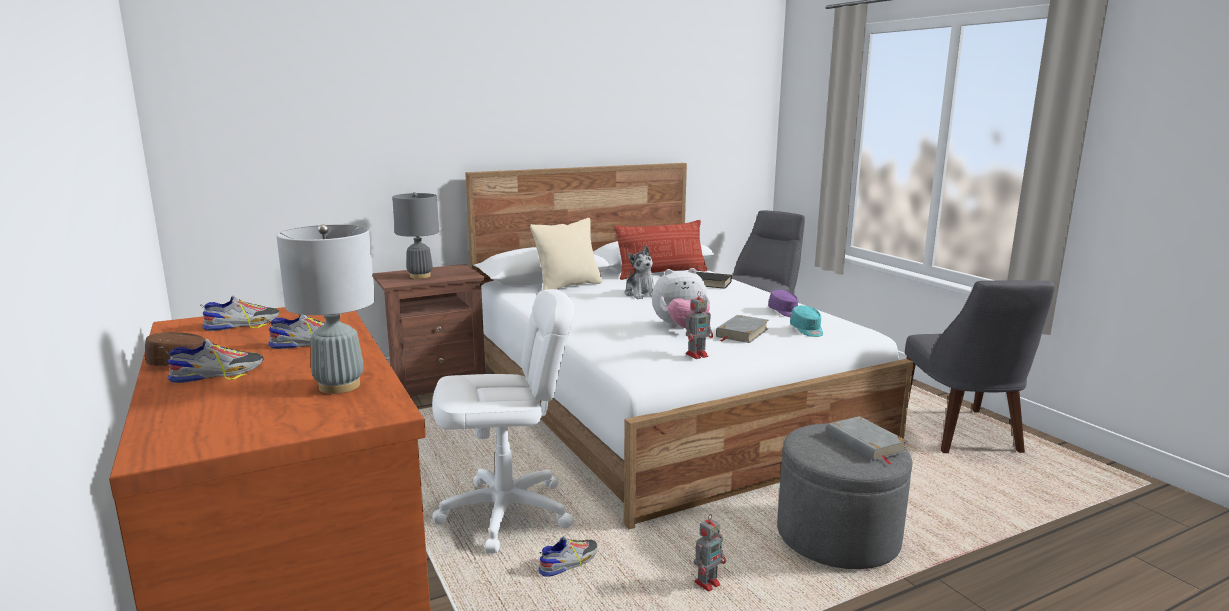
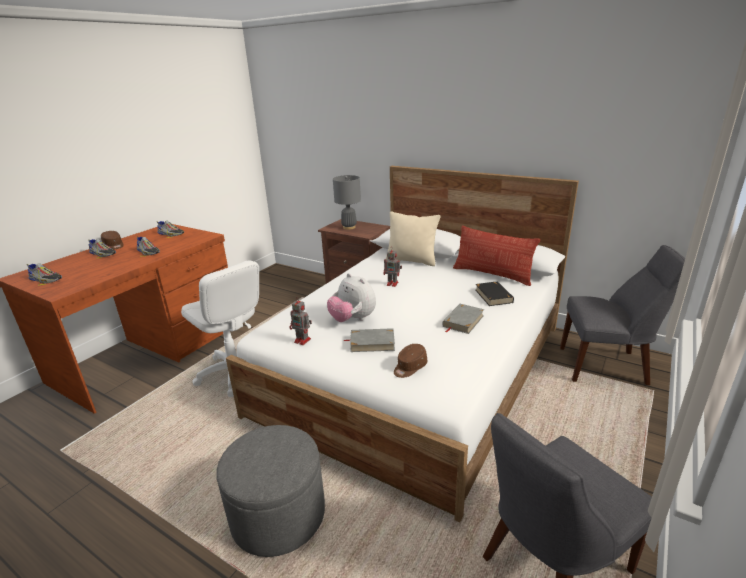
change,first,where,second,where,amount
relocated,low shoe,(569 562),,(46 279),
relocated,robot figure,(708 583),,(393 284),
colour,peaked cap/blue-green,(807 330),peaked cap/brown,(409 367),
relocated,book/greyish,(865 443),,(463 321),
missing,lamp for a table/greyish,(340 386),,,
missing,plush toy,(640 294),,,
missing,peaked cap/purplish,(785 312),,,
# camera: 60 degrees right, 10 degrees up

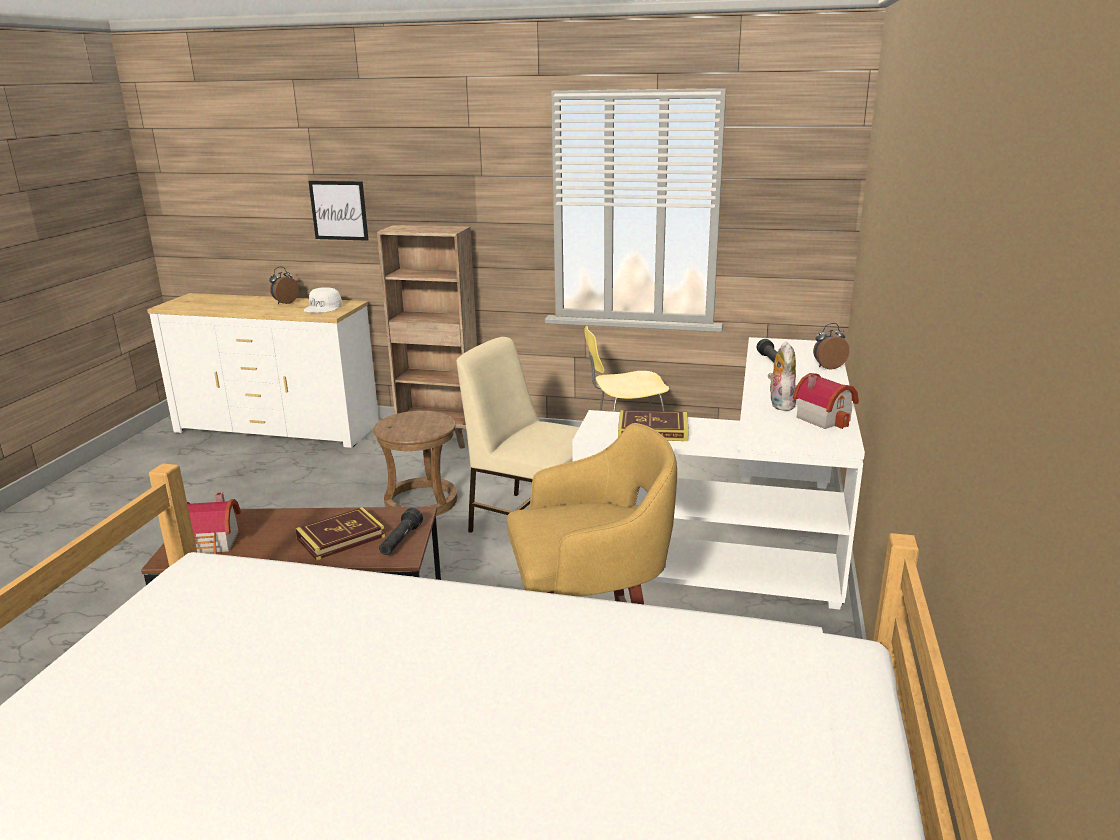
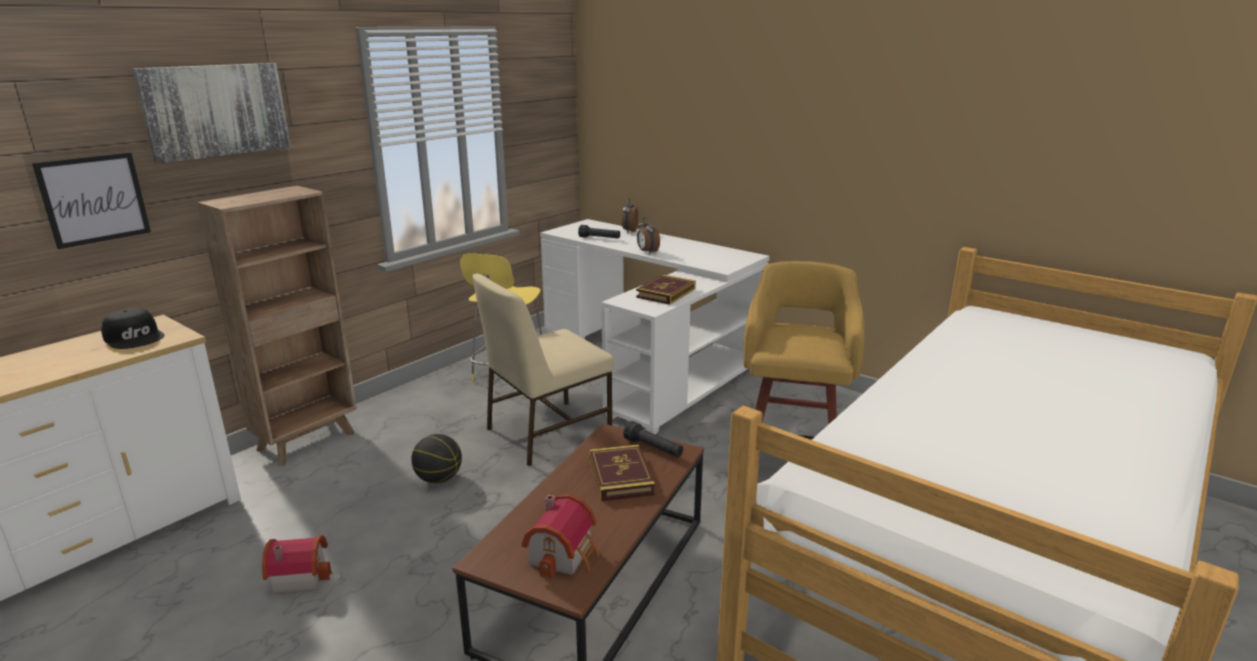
change,first,where,second,where,amount
colour,peaked cap/white,(324 307),peaked cap/blackish,(135 337),
appeared,,,picture,(216 110),
relocated,miniature house,(824 418),,(299 576),
exchanged,stool seat/brown,(421 501),basketball ball,(439 479),
relocated,bedside clock,(285 302),,(647 252),
missing,plush toy,(780 404),,,
# camera: 65 degrees left, 0 degrees up

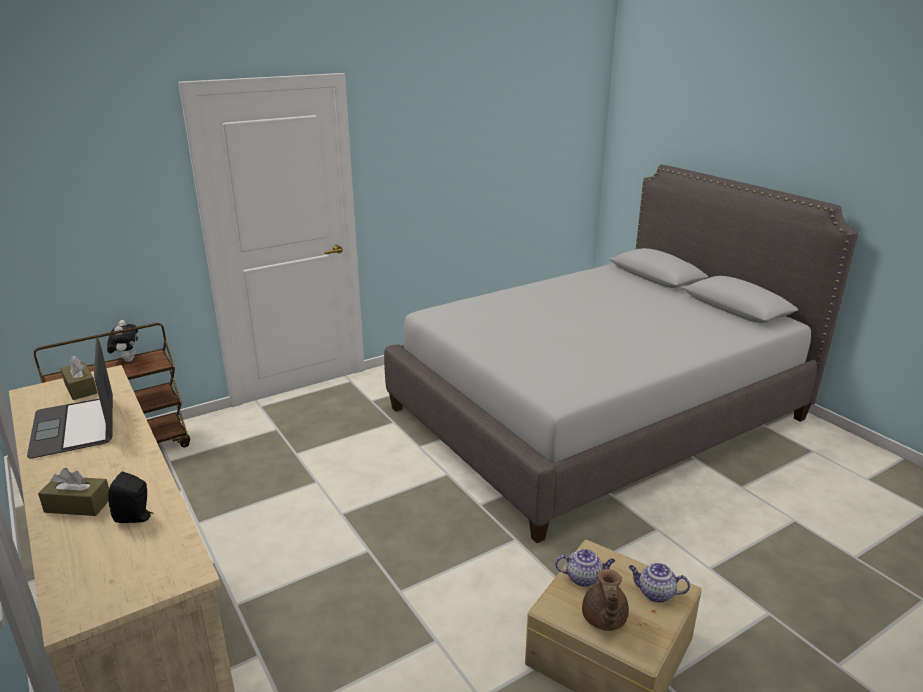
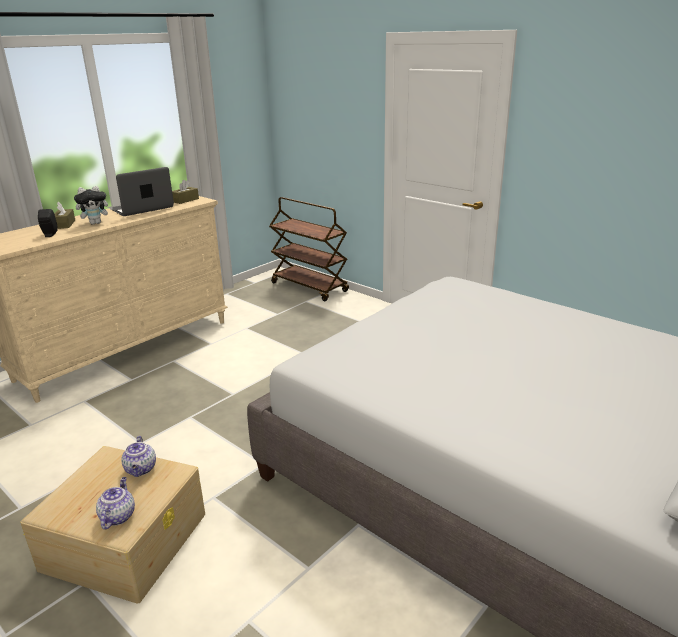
change,first,where,second,where,amount
relocated,plush toy,(127 360),,(96 223),
missing,tea pot/brown,(603 619),,,
# camera: 75 degrees right, 0 degrees up

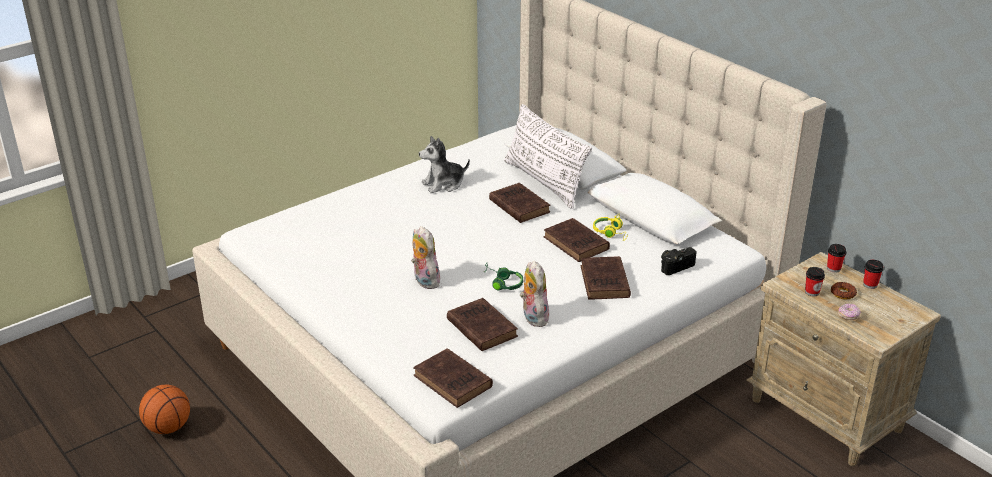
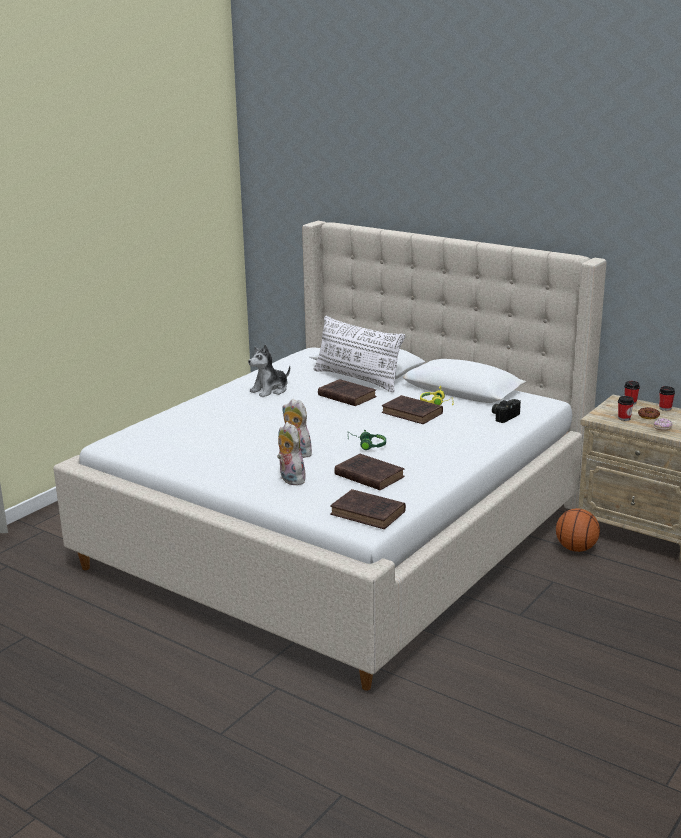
change,first,where,second,where,amount
relocated,plush toy,(533 317),,(290 479),
relocated,basketball ball,(168 427),,(576 548),
missing,book/brown,(605 282),,,
# camera: 15 degrees left, 10 degrees down

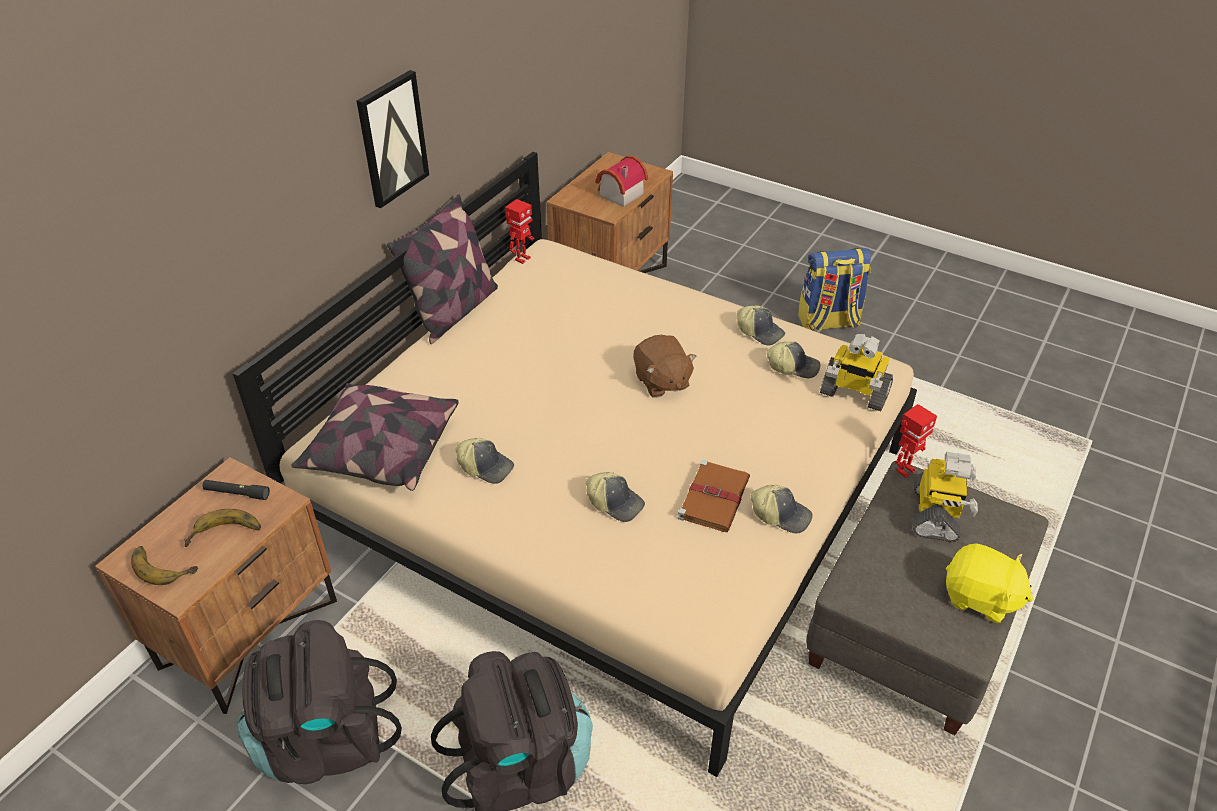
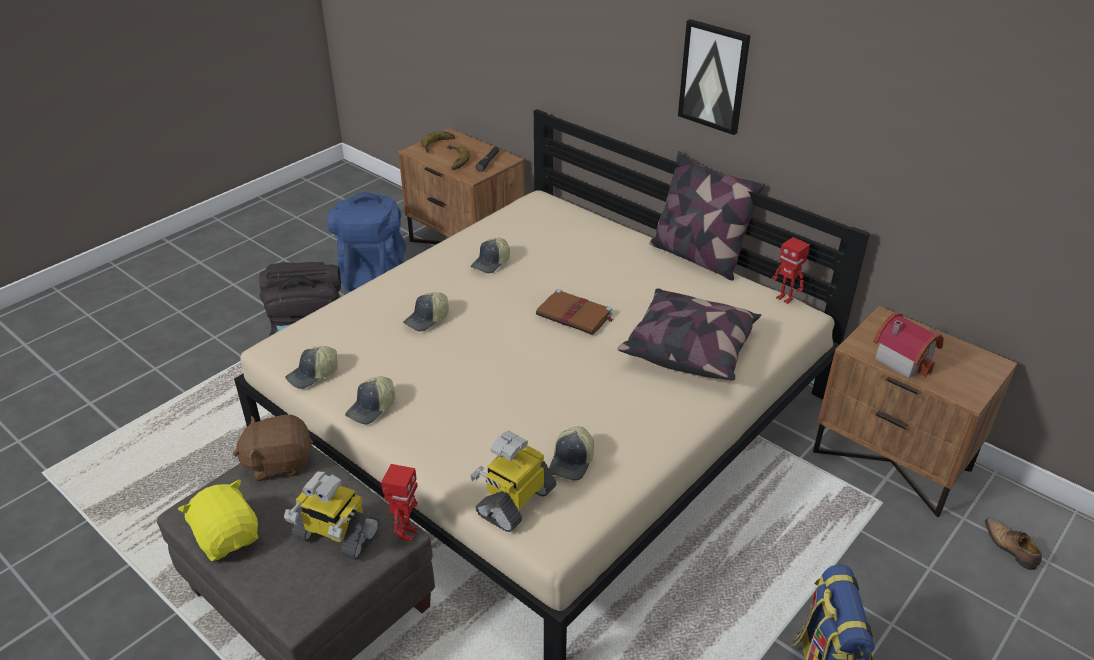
change,first,where,second,where,amount
spun,plush toy/yellowish,(980 598),,(228 537),105 degrees clockwise
relocated,plush toy/brown,(661 382),,(279 463),
relocated,peaked cap,(760 332),,(313 375),
colour,rucksack/blackish,(325 740),rucksack/blue-coloured,(373 274),
spun,robot figure,(904 470),,(406 533),135 degrees counterclockwise
relocated,book/brown,(714 497),,(575 315),
relocated,pillow,(381 451),,(689 348),
appeared,,,low shoe,(1010 548),
# camera: 100 degrees right, 5 degrees down

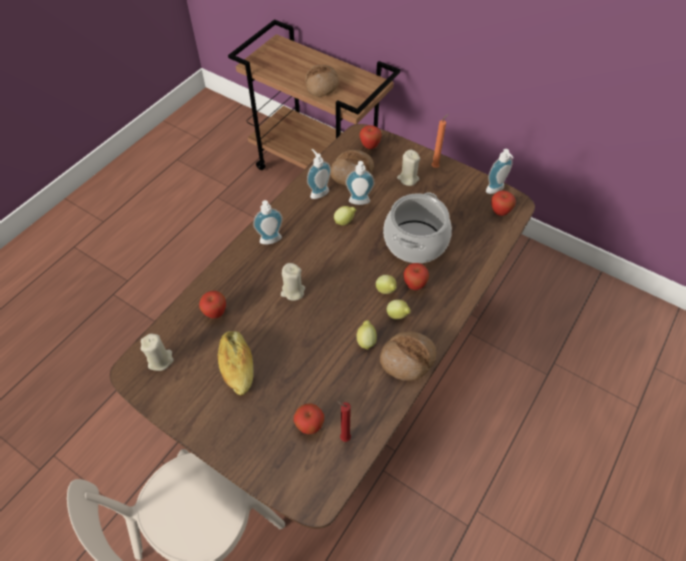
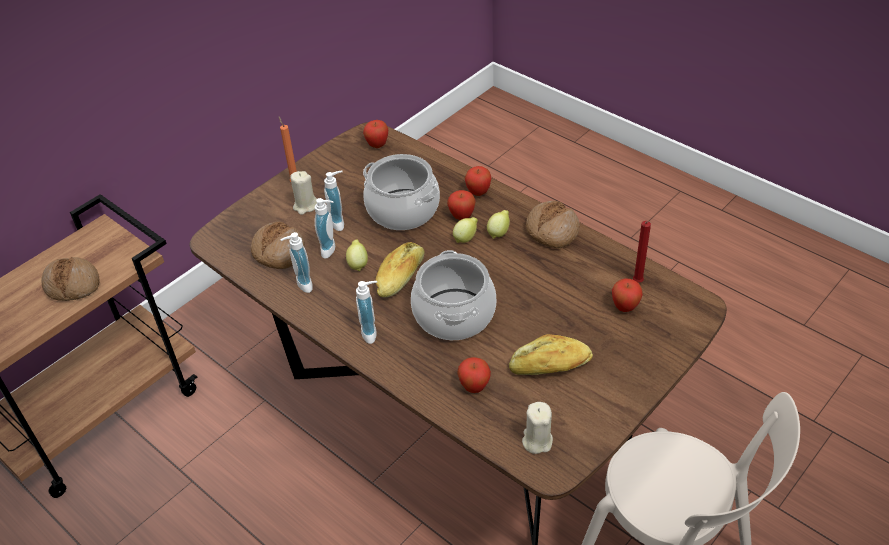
change,first,where,second,where,amount
relocated,soap bottle,(496 190),,(340 222),
appeared,,,bakery bread,(401 277),
exchanged,wax light/beige,(293 291),stockpot,(453 314),
relocated,apple fruit,(369 146),,(478 193),
missing,lemon,(366 340),,,
# camera: 80 degrees left, 10 degrees down

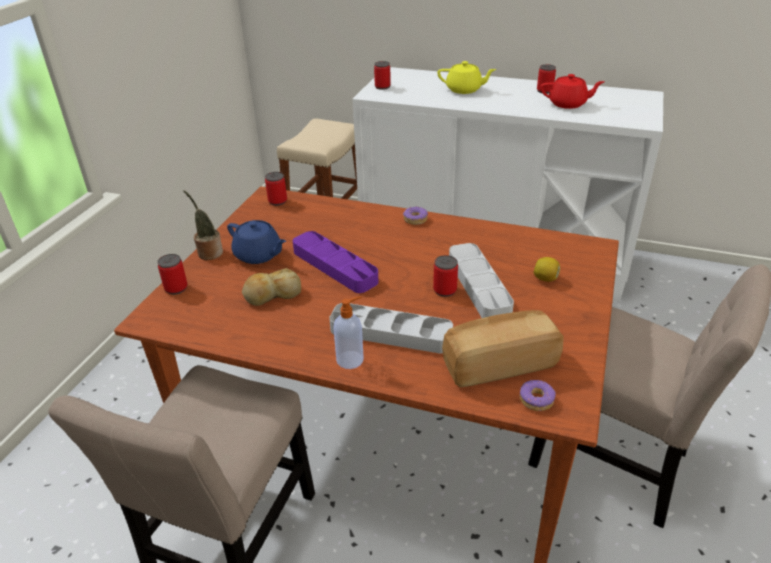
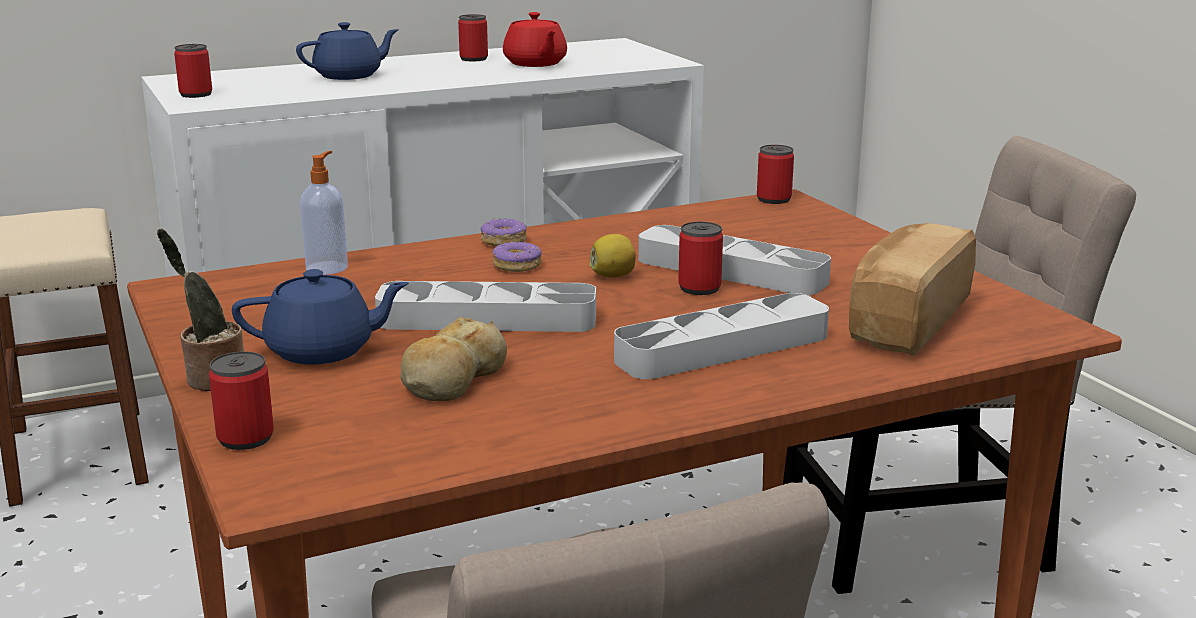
change,first,where,second,where,amount
colour,tea pot/yellowish,(464 90),tea pot/blue-coloured,(349 76),
relocated,soap bottle,(351 359),,(327 267),
colour,carrying tray/purplish,(334 266),carrying tray/greyish,(487 319),
relocated,ring doughnut,(536 400),,(517 266),
spun,tea pot/red-coloured,(568 104),,(535 64),105 degrees clockwise
relocated,lemon,(545 279),,(613 276),
relocated,can,(277 201),,(773 199),
# camera: 45 degrees left, 15 degrees down

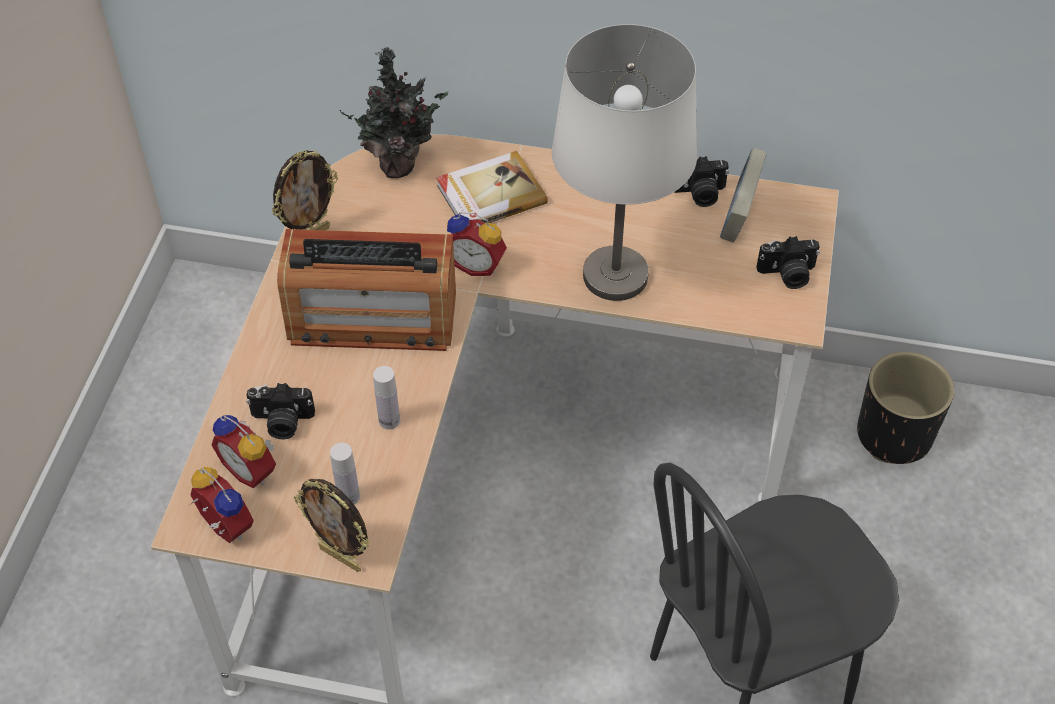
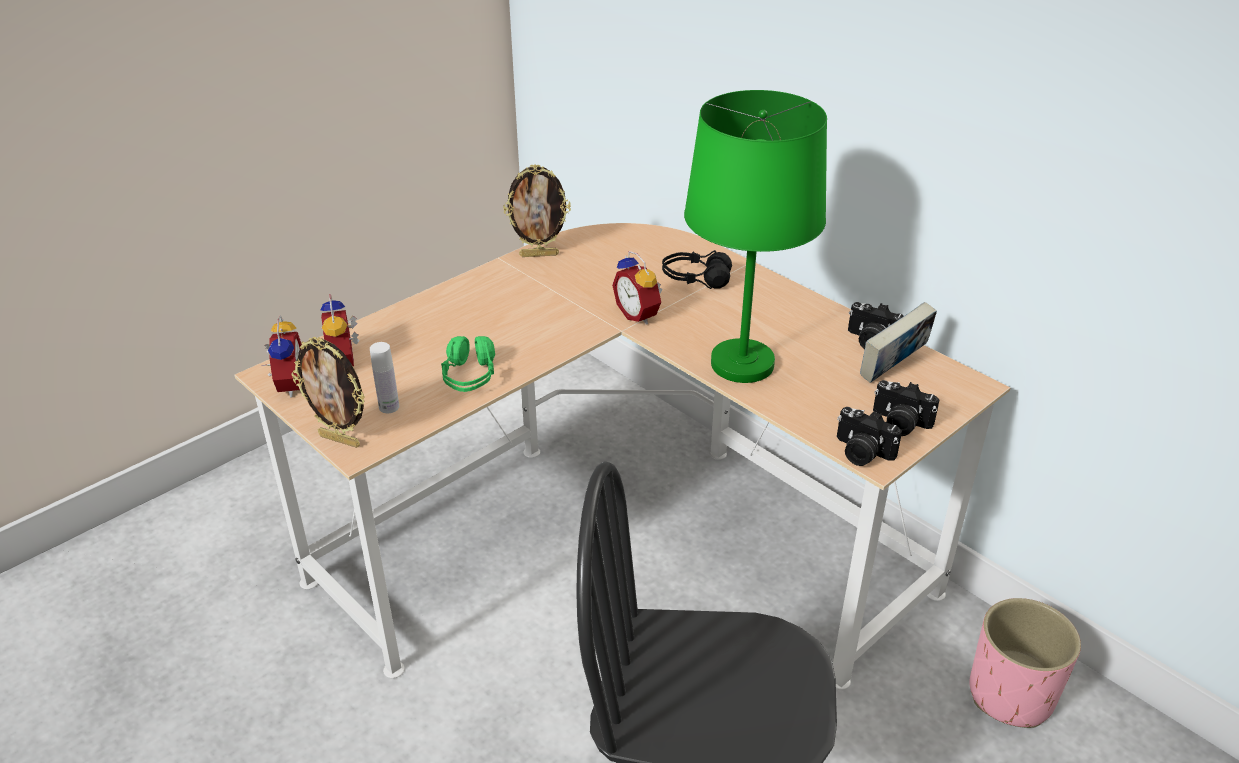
change,first,where,second,where,amount
spun,picture frame,(341 557),,(340 440),45 degrees counterclockwise
exchanged,drink bottle/white,(389 420),pair of headphones/green-coloured,(469 376),
exchanged,book,(490 194),pair of headphones/blackish,(695 279),
colour,lamp for a table/white,(616 275),lamp for a table/green-coloured,(743 364),
relocated,photo camera,(282 422),,(861 453),
colour,planter/blackish,(894 435),planter/pink,(1011 695),
missing,radio,(372 318),,,
missing,houseplant,(400 164),,,
# camera: 35 degrees right, 15 degrees down

